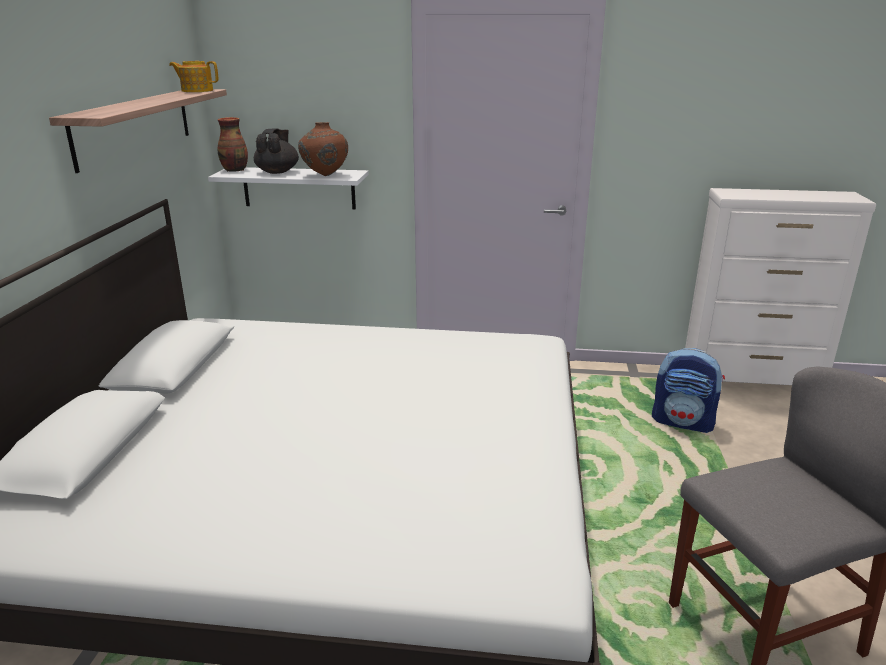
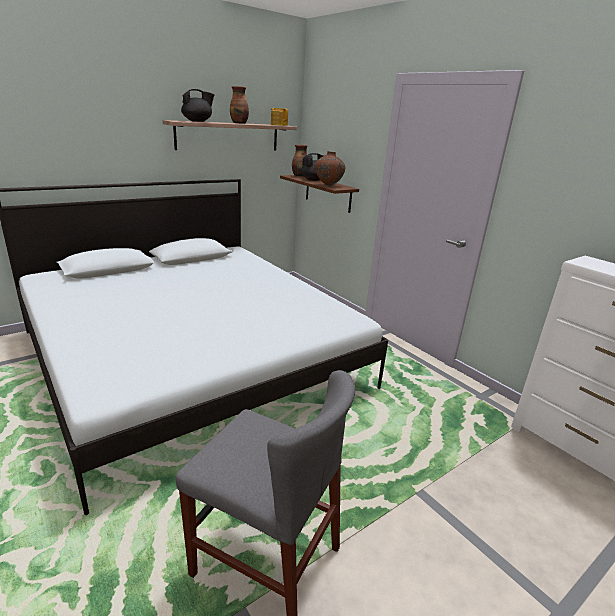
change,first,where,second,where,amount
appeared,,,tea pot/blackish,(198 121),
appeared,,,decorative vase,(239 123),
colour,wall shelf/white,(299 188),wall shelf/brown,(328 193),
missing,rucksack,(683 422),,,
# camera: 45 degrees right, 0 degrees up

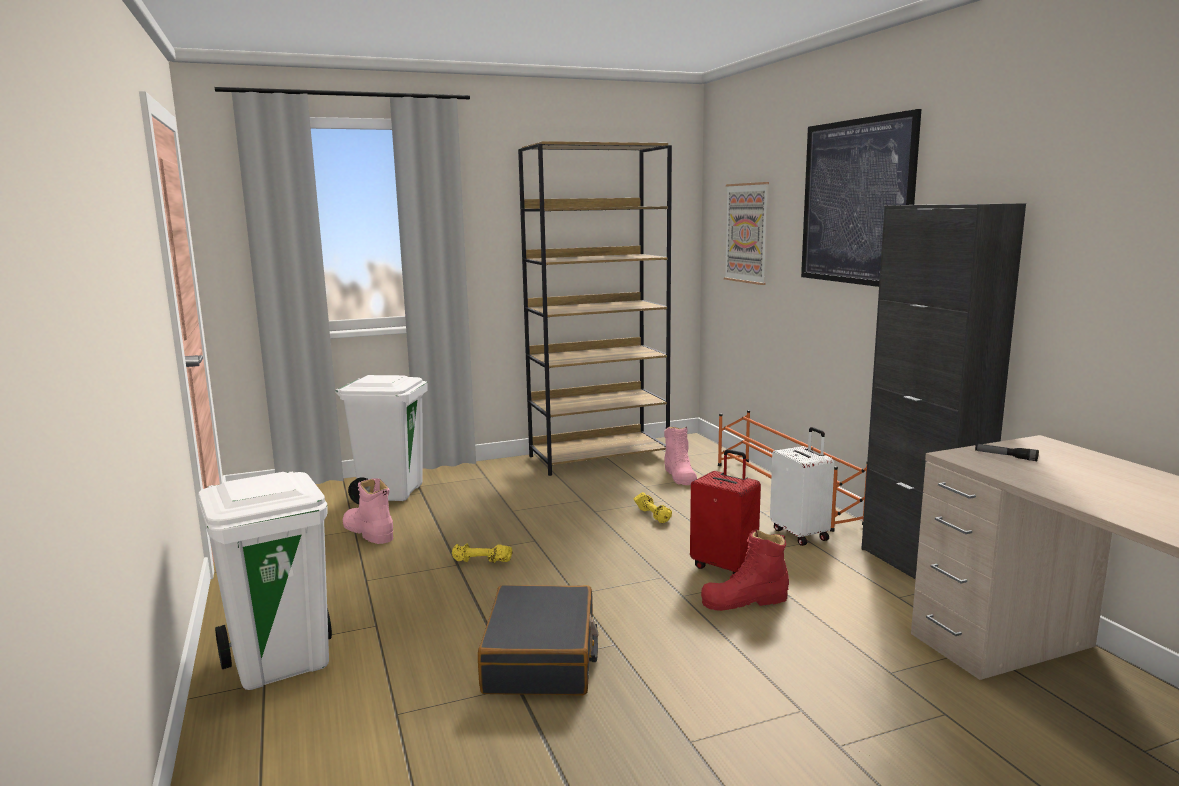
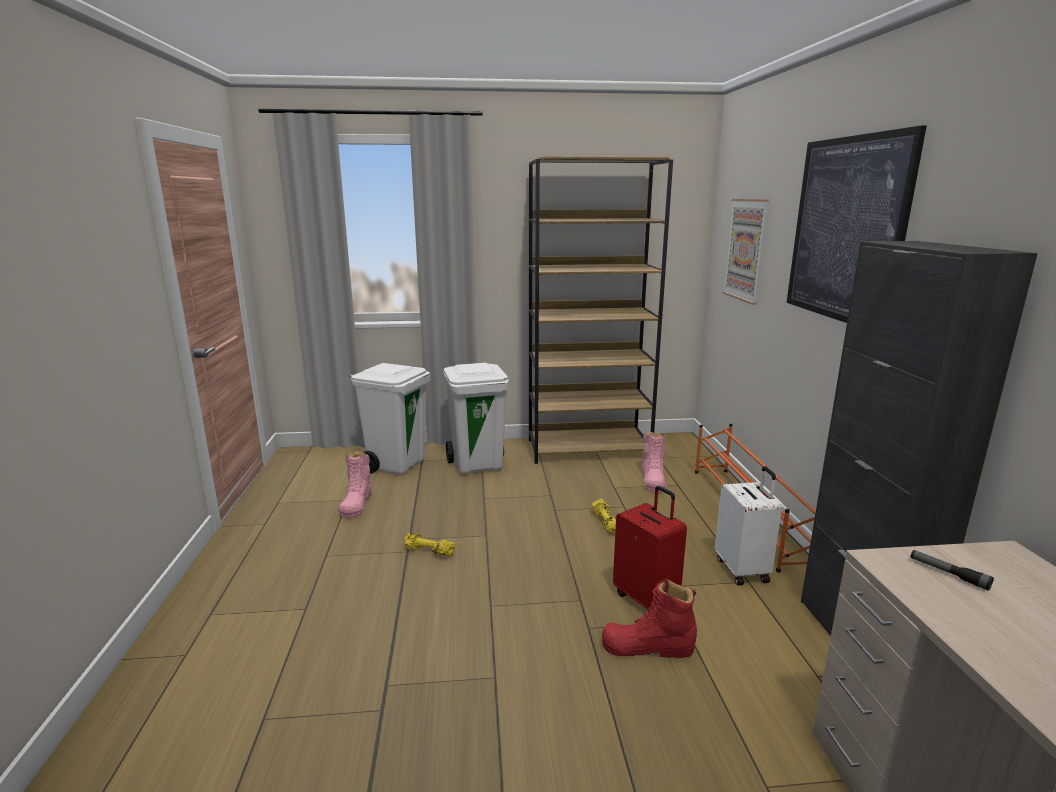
change,first,where,second,where,amount
spun,high-top boot/pink,(368 532),,(356 503),150 degrees counterclockwise
relocated,trash can/white,(282 662),,(478 464),
missing,piece of luggage/blackish,(541 658),,,
# camera: 15 degrees right, 5 degrees up

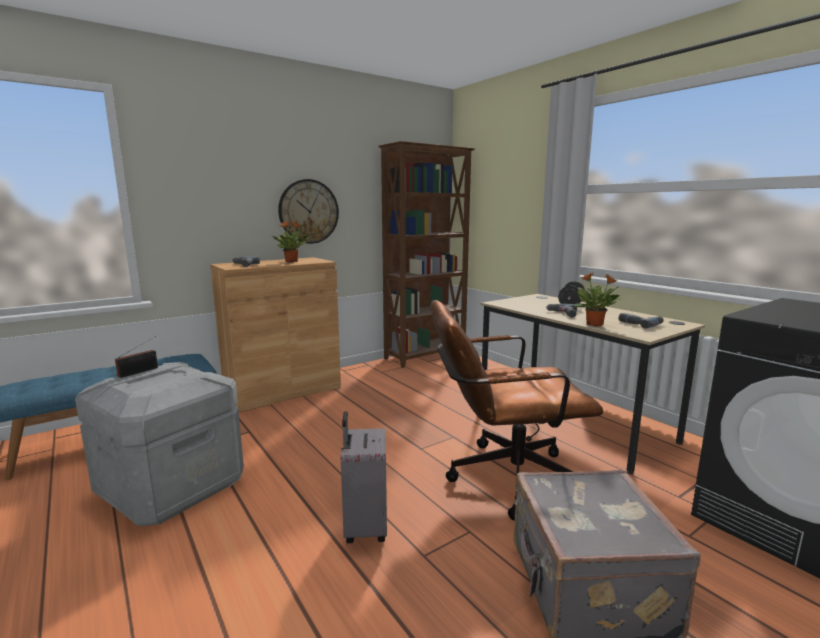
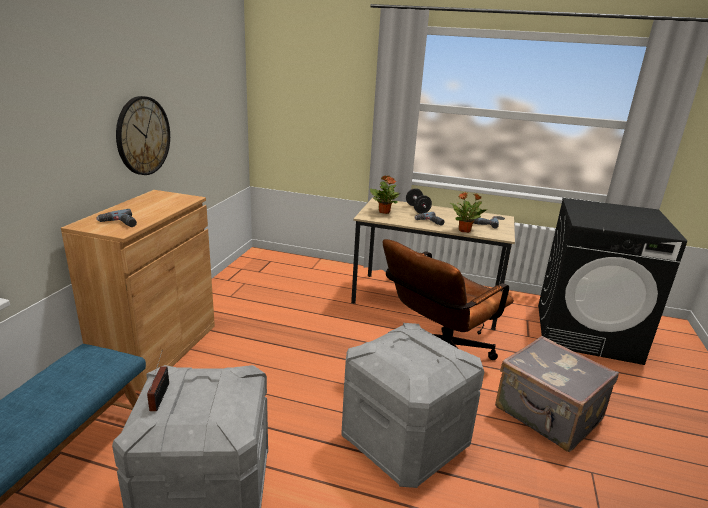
change,first,where,second,where,amount
exchanged,piece of luggage/greyish,(364 527),storage bin/greyish,(403 441),
relocated,houseplant,(292 261),,(384 212),
missing,bookshelf/brown,(426 356),,,
# camera: 40 degrees left, 10 degrees up

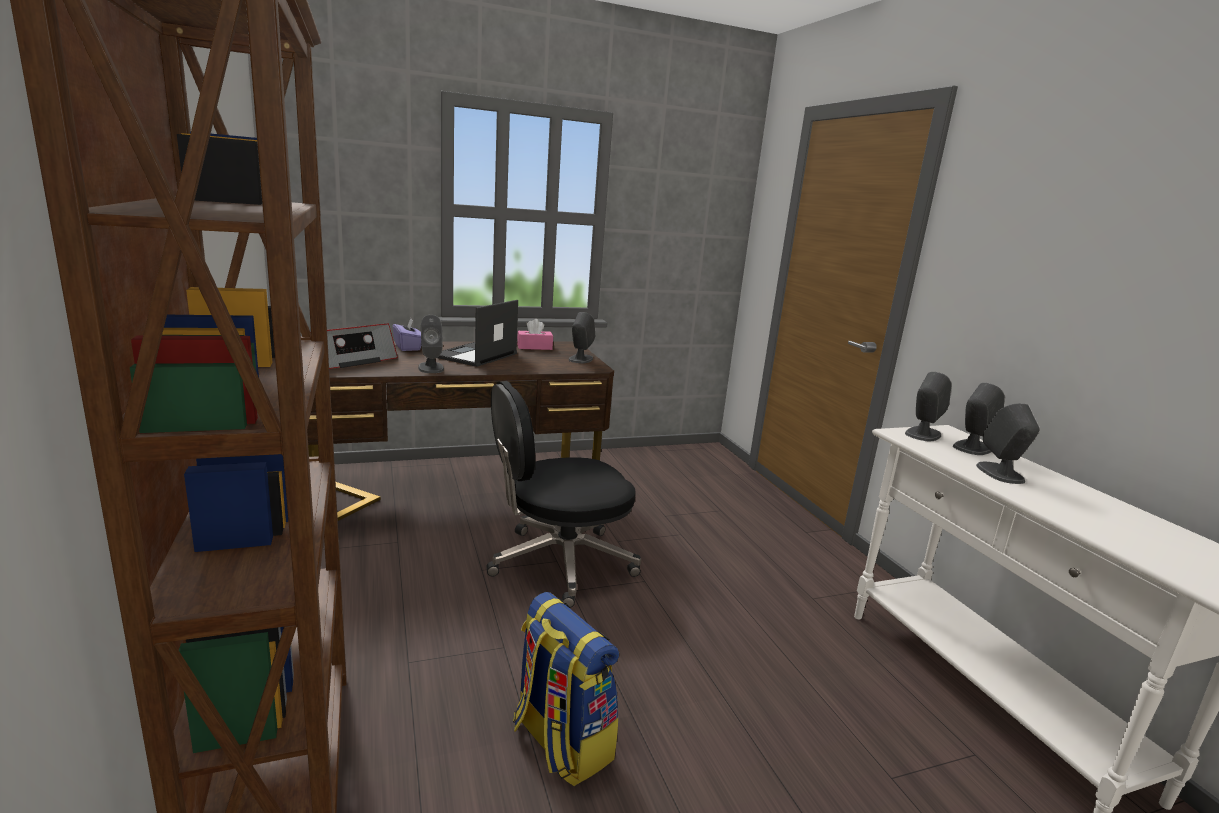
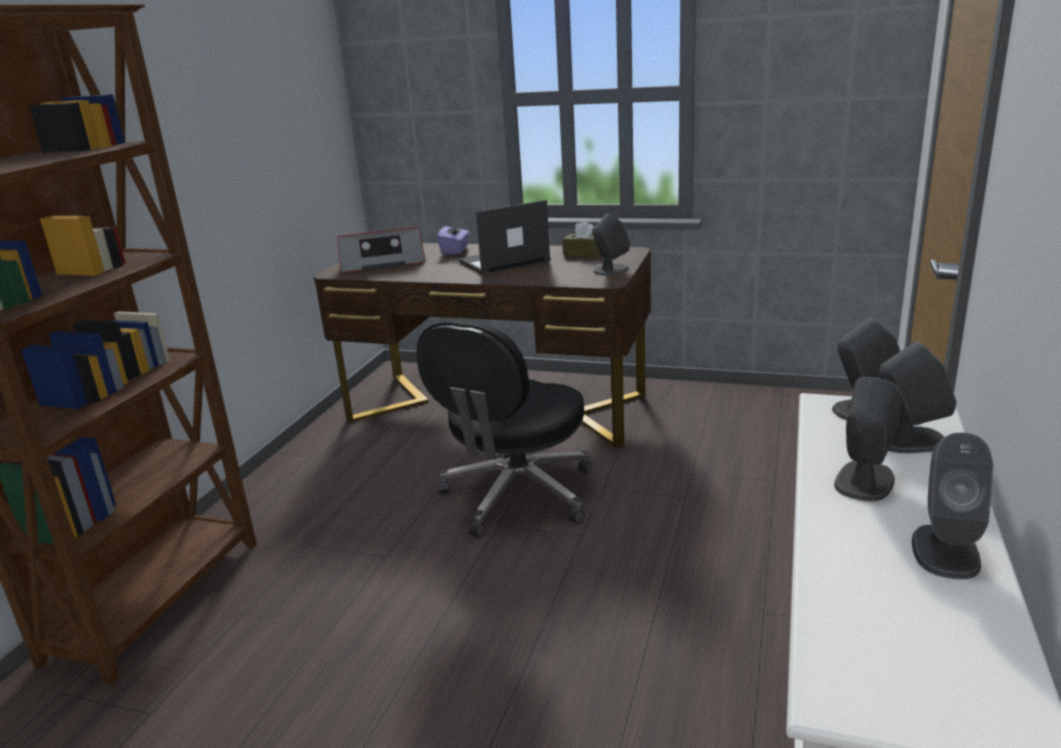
change,first,where,second,where,amount
spun,desk chair/blackish,(559 563),,(517 496),75 degrees counterclockwise
colour,tissue holder/pink,(534 347),tissue holder/brown,(584 253),
relocated,loudspeaker/greyish,(431 368),,(945 551),
missing,rucksack,(560 742),,,
# camera: 40 degrees right, 5 degrees up

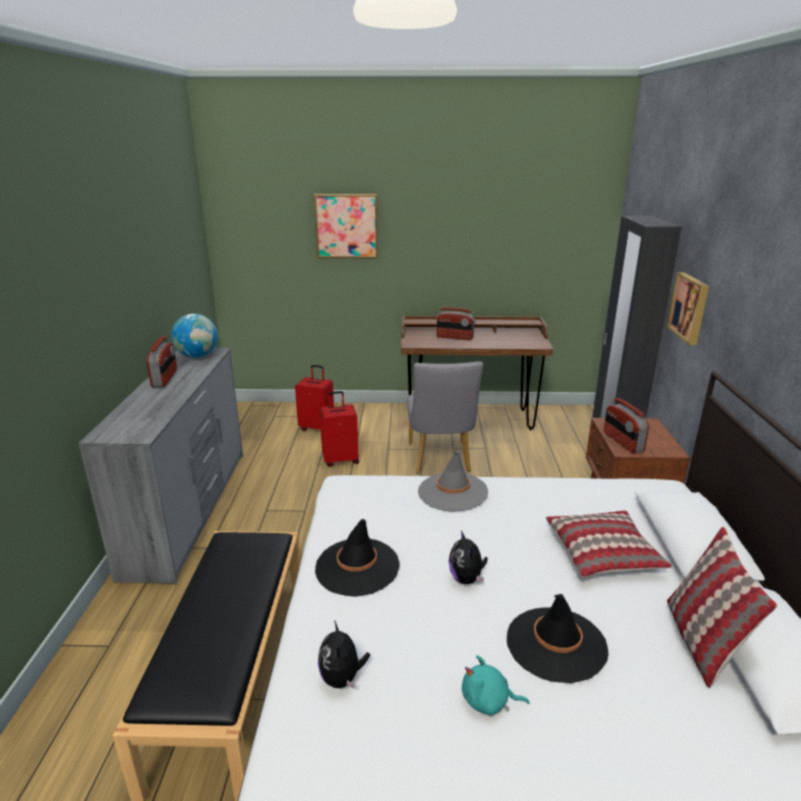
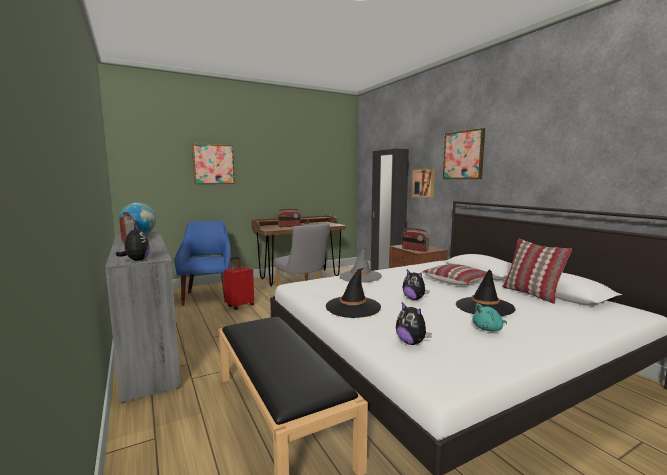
change,first,where,second,where,amount
appeared,,,plush toy,(136 260),
exchanged,piece of luggage/red-coloured,(317 428),easy chair/blue-coloured,(207 296),
appeared,,,picture,(463 155),
# camera: 30 degrees left, 15 degrees down

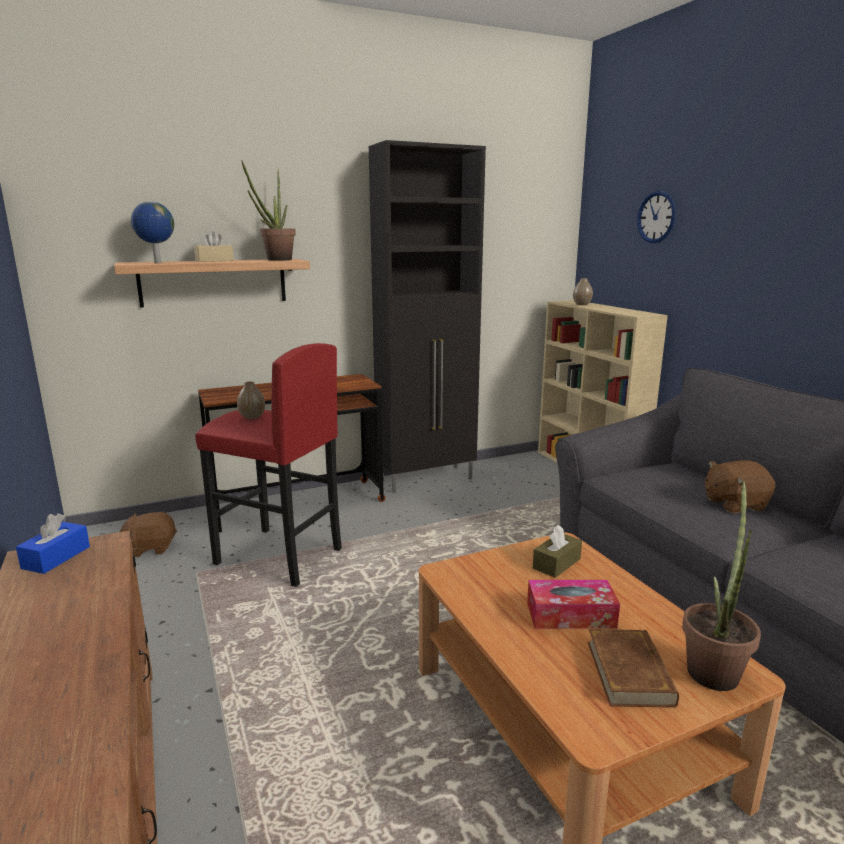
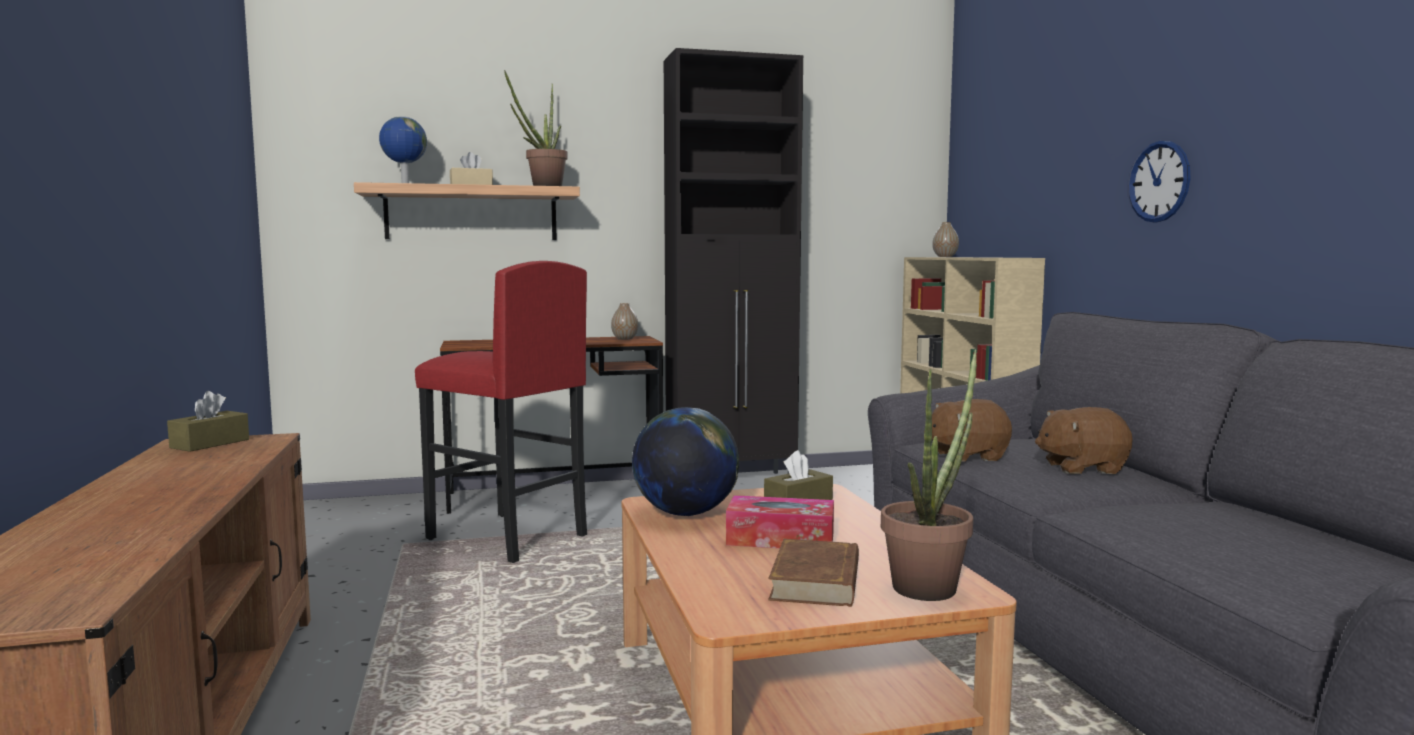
change,first,where,second,where,amount
colour,tissue holder/blue-coloured,(56 557),tissue holder/brown,(210 443),
relocated,decorative vase,(252 417),,(624 339),
appeared,,,world globe,(685 514),
relocated,plush toy/brown,(150 548),,(967 456),
relocated,wall clock,(656 217),,(1159 181),
# camera: 10 degrees right, 10 degrees down

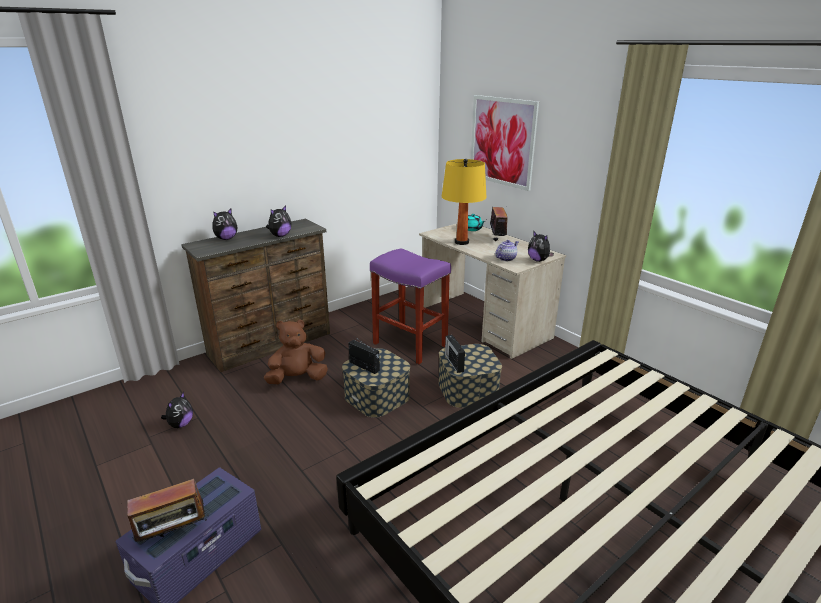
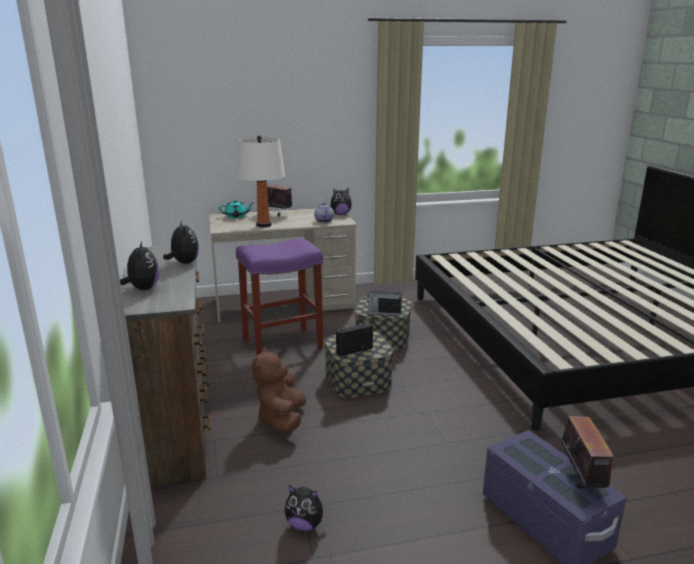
change,first,where,second,where,amount
colour,lamp for a table/yellowish,(462 242),lamp for a table/white,(263 225),
spun,plush toy,(180 424),,(305 524),150 degrees clockwise
missing,picture,(502 141),,,
# camera: 65 degrees left, 5 degrees down

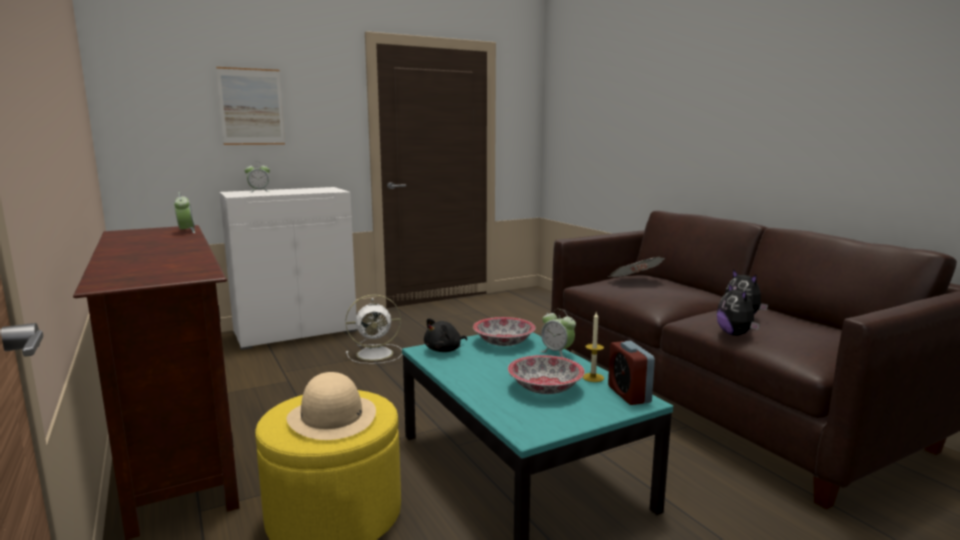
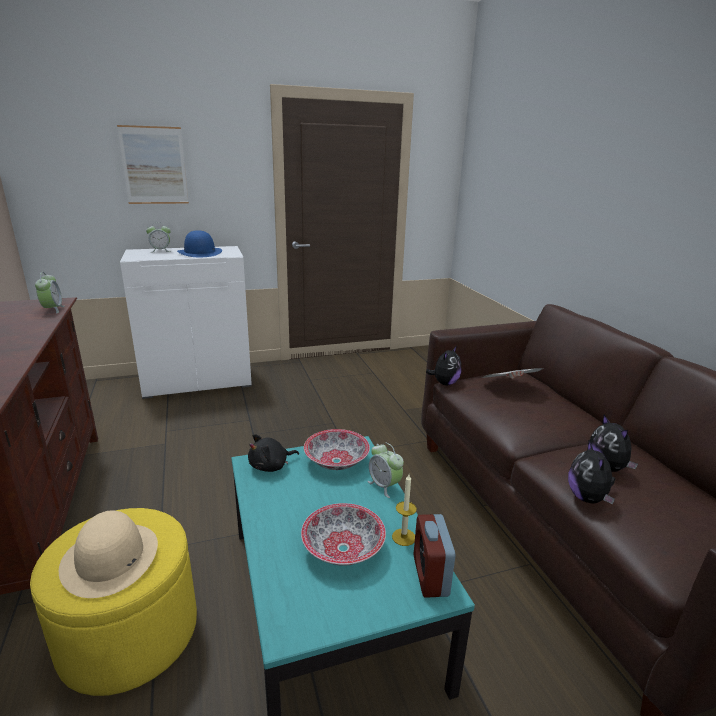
change,first,where,second,where,amount
appeared,,,wearable hat/blue-coloured,(200 252),
appeared,,,plush toy,(444 383),
missing,electric fan/white,(376 354),,,
# camera: 10 degrees right, 10 degrees up

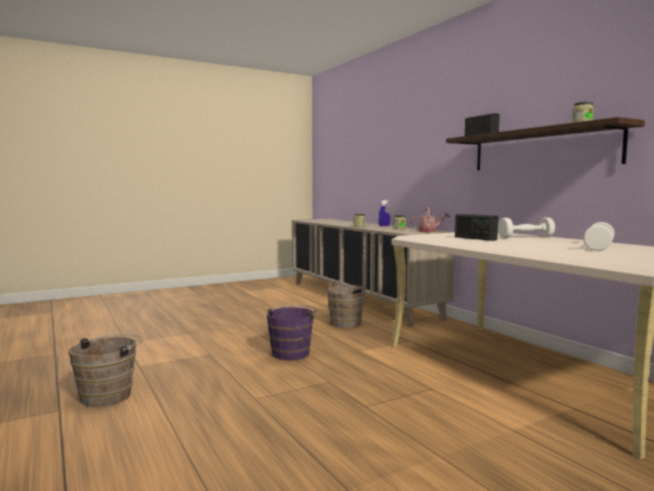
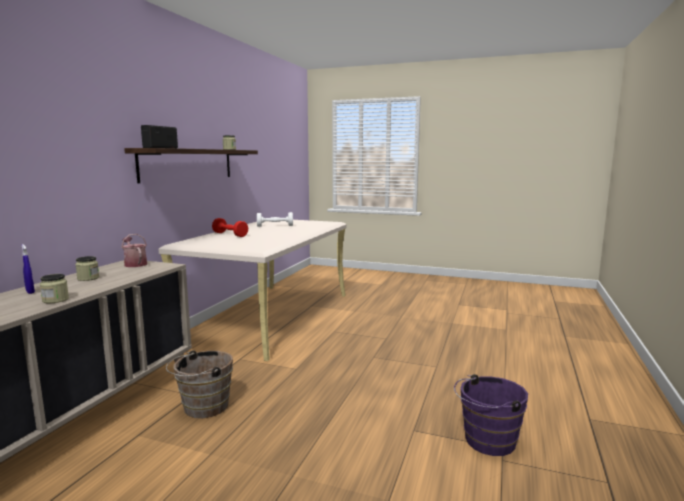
change,first,where,second,where,amount
colour,dumbbell/white,(525 237),dumbbell/red-coloured,(230 234),
relocated,bucket/purplish,(292 352),,(486 441),
missing,bucket/brown,(110 395),,,
missing,radio,(475 238),,,
# camera: 130 degrees left, 5 degrees up

